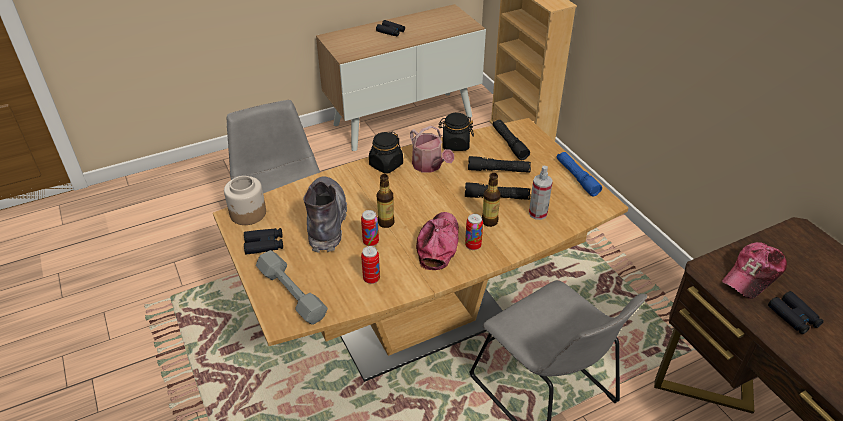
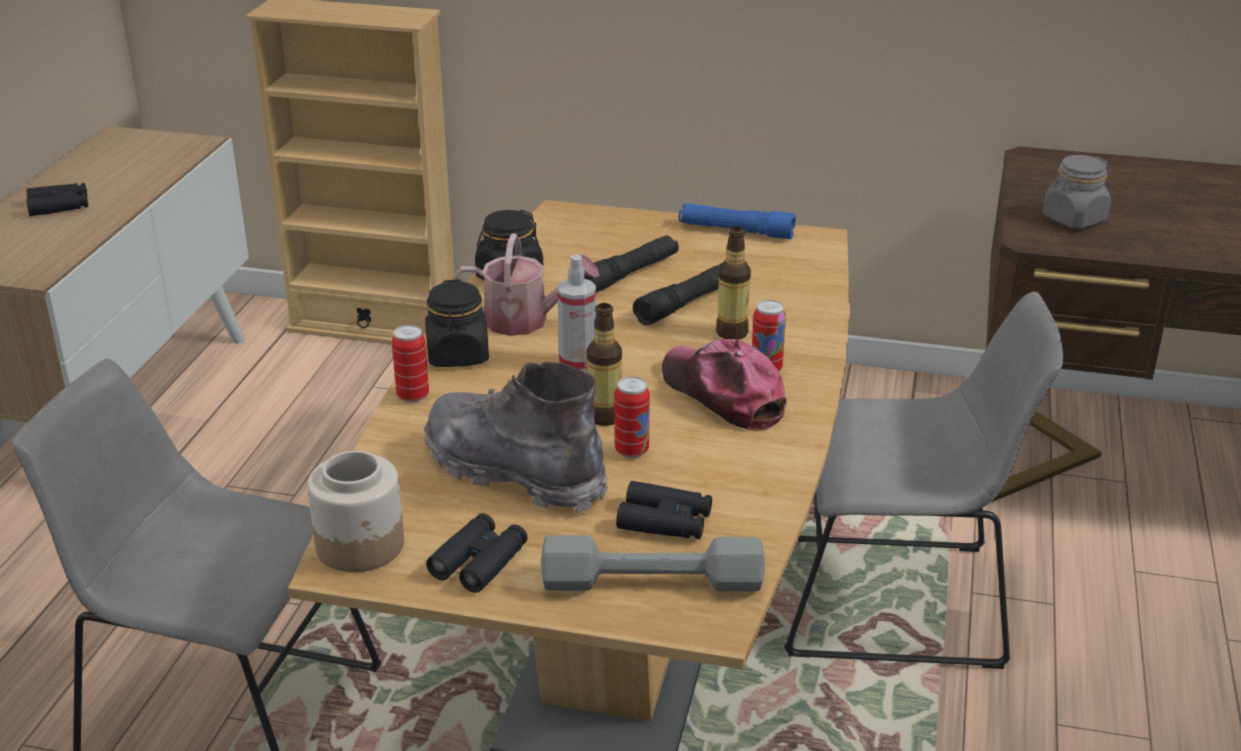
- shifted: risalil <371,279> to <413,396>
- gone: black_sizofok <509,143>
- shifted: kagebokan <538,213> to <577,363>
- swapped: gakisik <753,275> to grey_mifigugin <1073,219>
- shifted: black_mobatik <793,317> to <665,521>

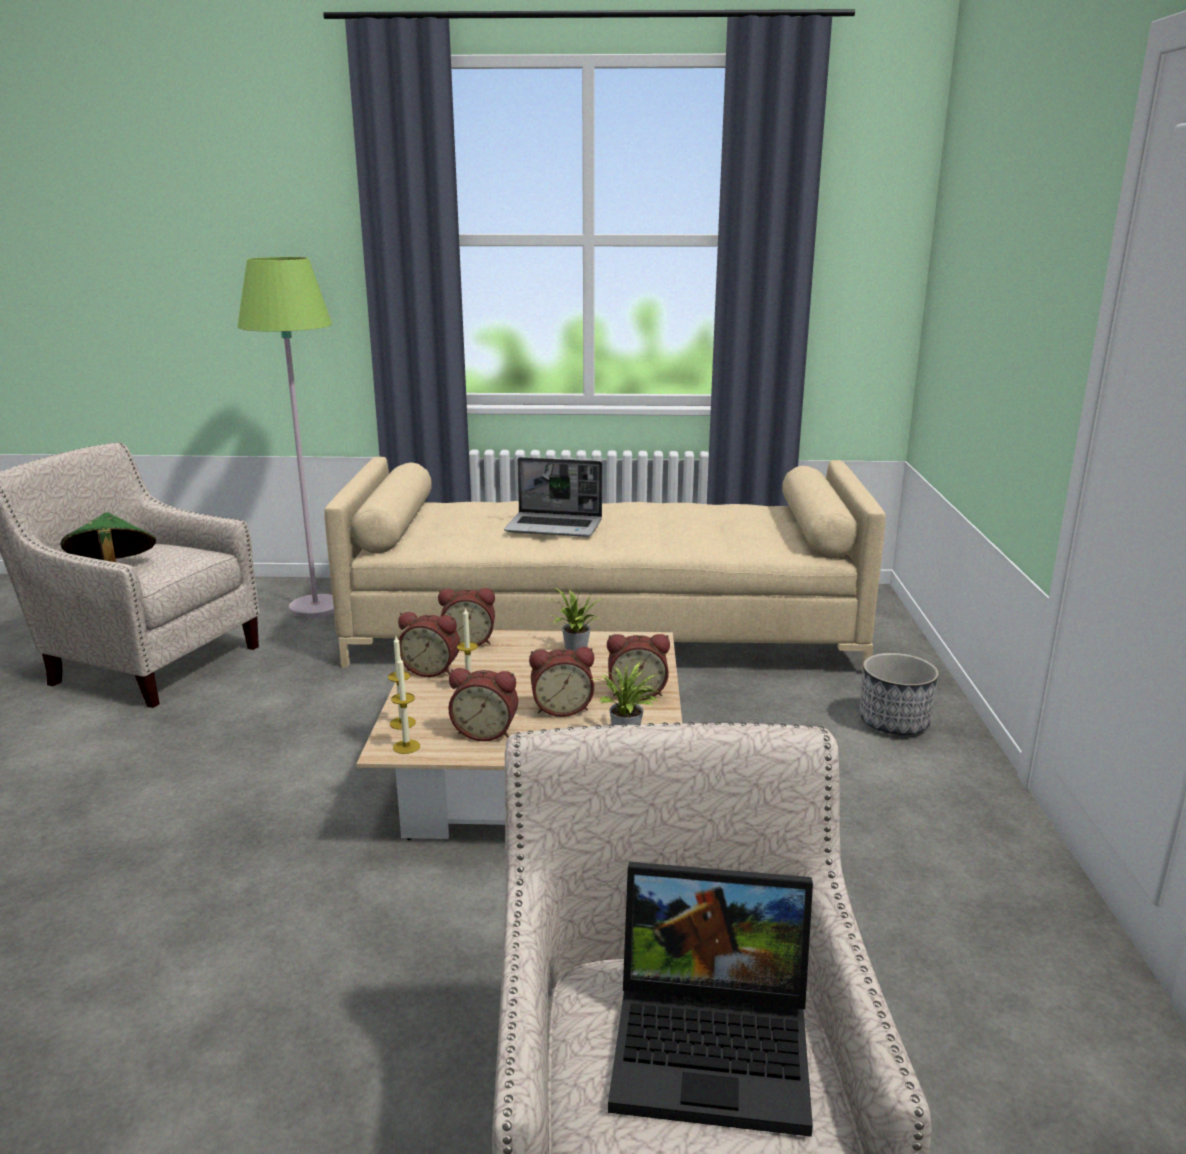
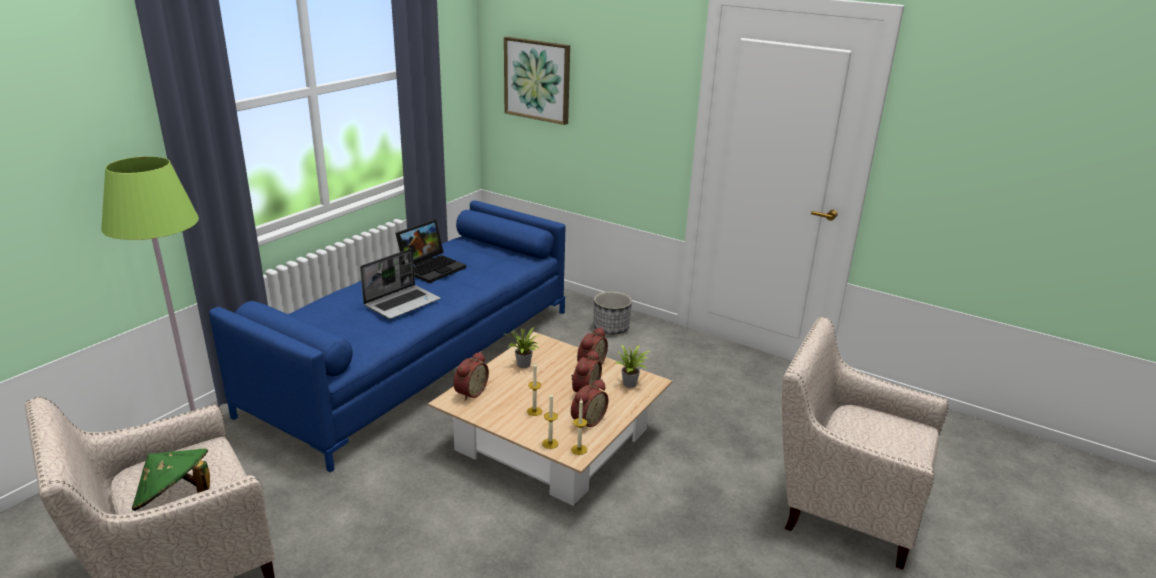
- repainted: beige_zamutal <605,630> to blue_zamutal <418,359>
- gone: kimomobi <431,669>
- shifted: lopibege <716,1045> to <432,268>
- new: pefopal <537,80>

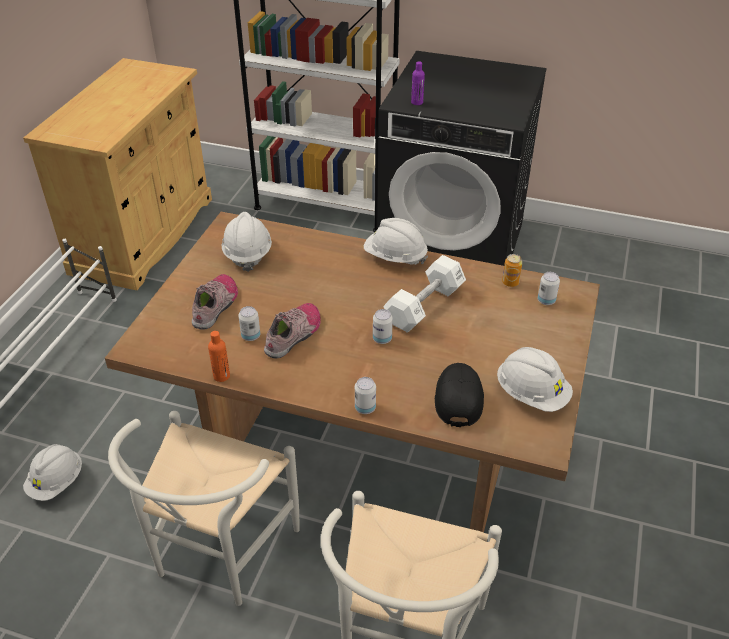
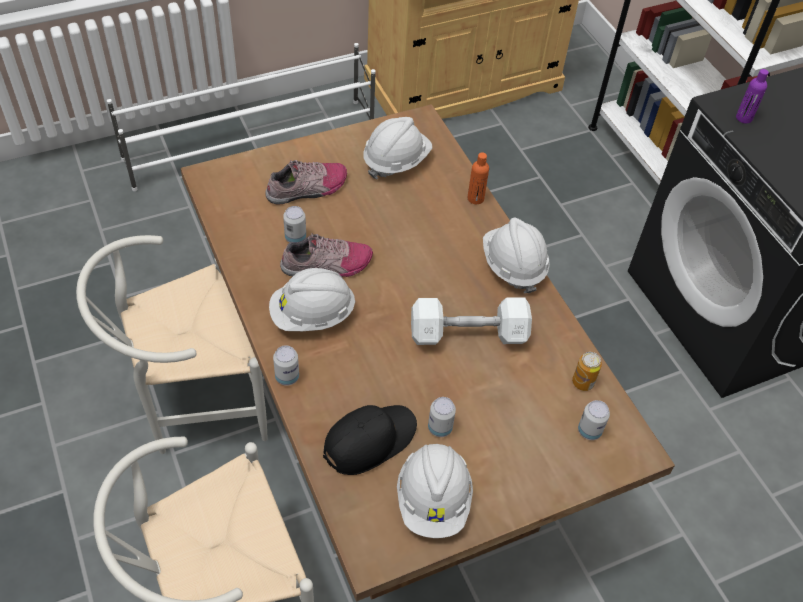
- shifted: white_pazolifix <57,482> to <312,315>
- shifted: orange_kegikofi <221,376> to <475,198>
- shifted: risalil <382,339> to <440,428>

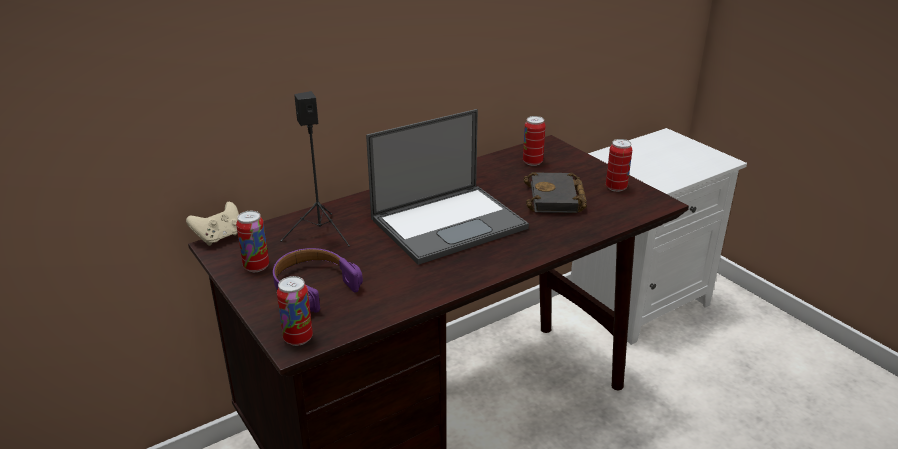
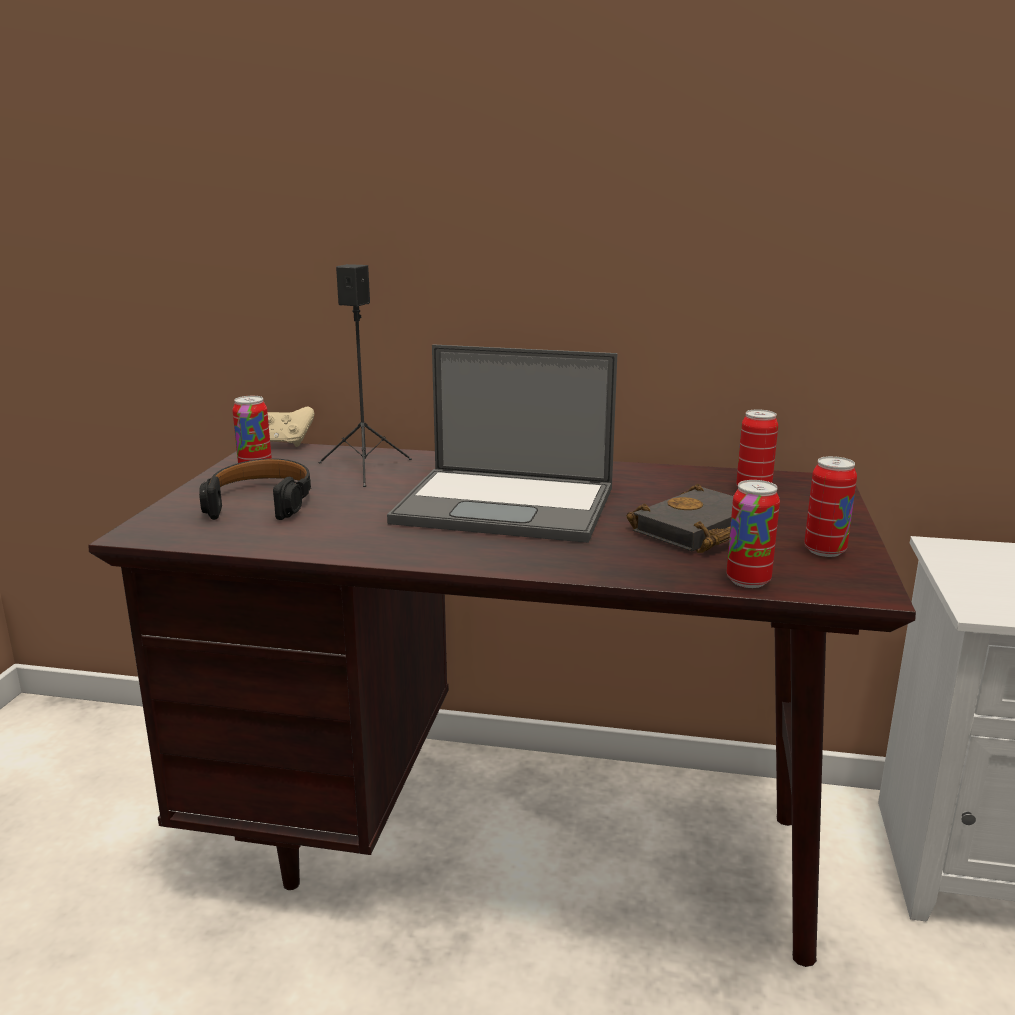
- repainted: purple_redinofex <314,286> to black_redinofex <261,502>
- shifted: risalil <298,338> to <748,581>

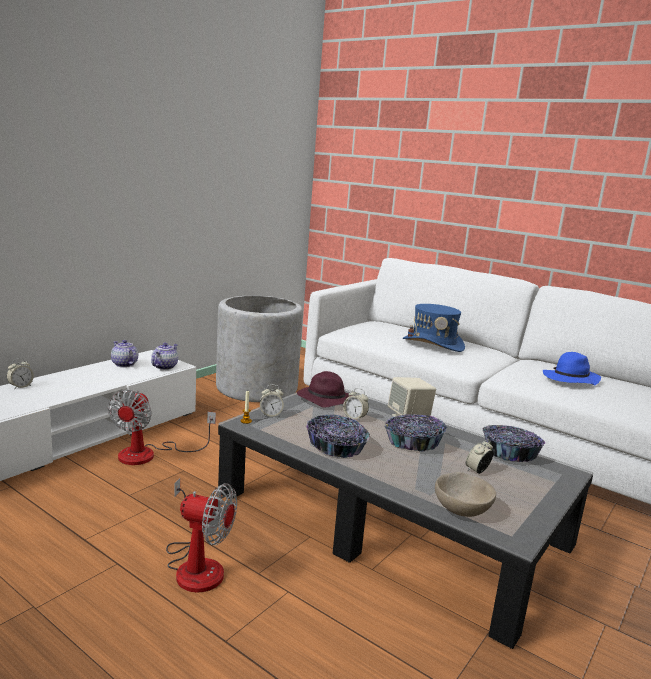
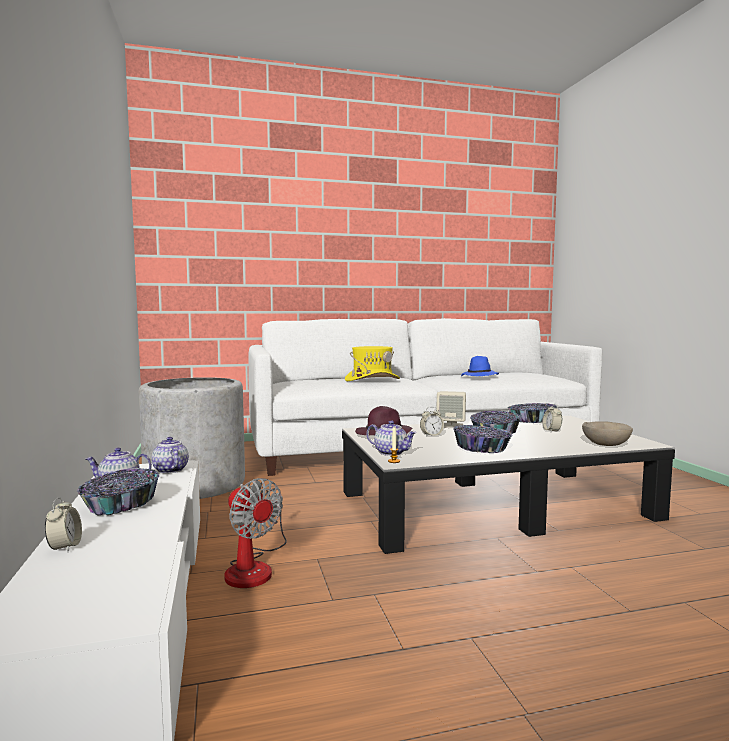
- gone: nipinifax <196,564>
- swapped: kimomobi <270,415> to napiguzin <391,452>
- repainted: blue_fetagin <433,344> to yellow_fetagin <372,380>
- new: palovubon <120,505>

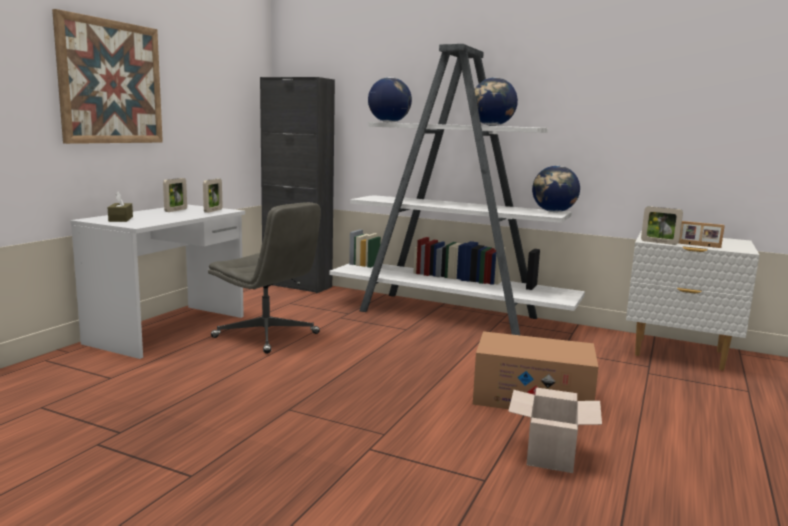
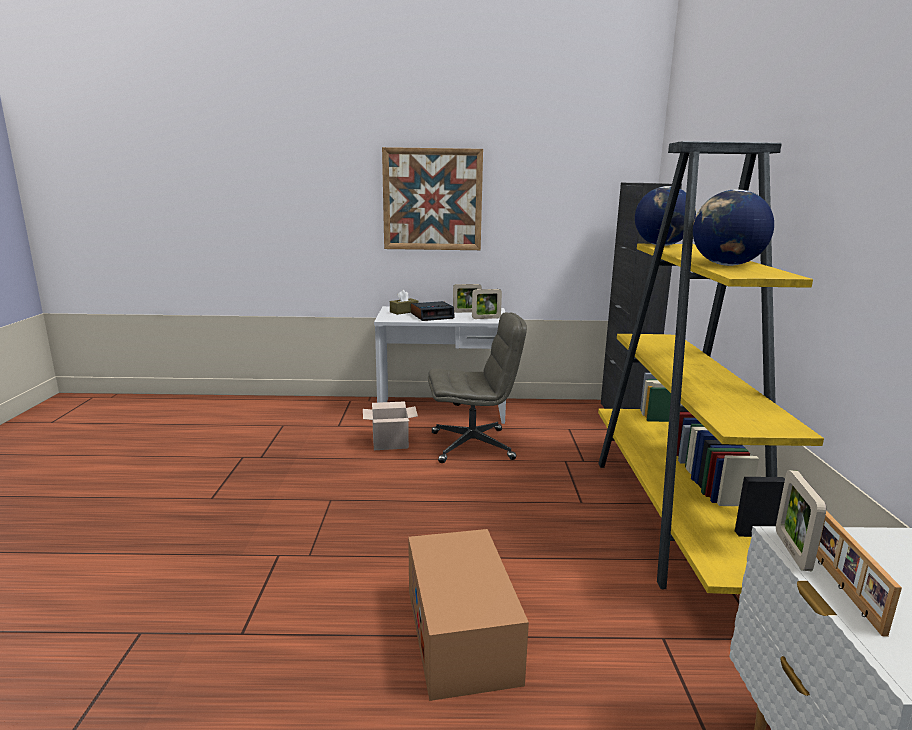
- rotated: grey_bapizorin <267,336> = <473,445> 105 degrees counterclockwise
- repainted: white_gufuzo <451,315> to yellow_gufuzo <675,518>
- shifted: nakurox <549,454> to <391,443>
- gone: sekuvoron <553,212>
- new: kimomobi <432,316>

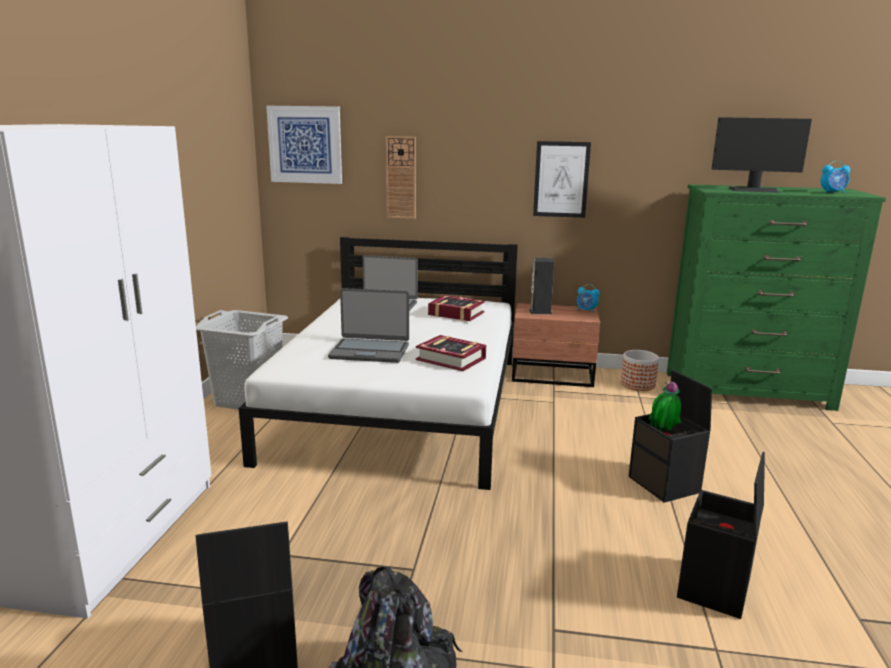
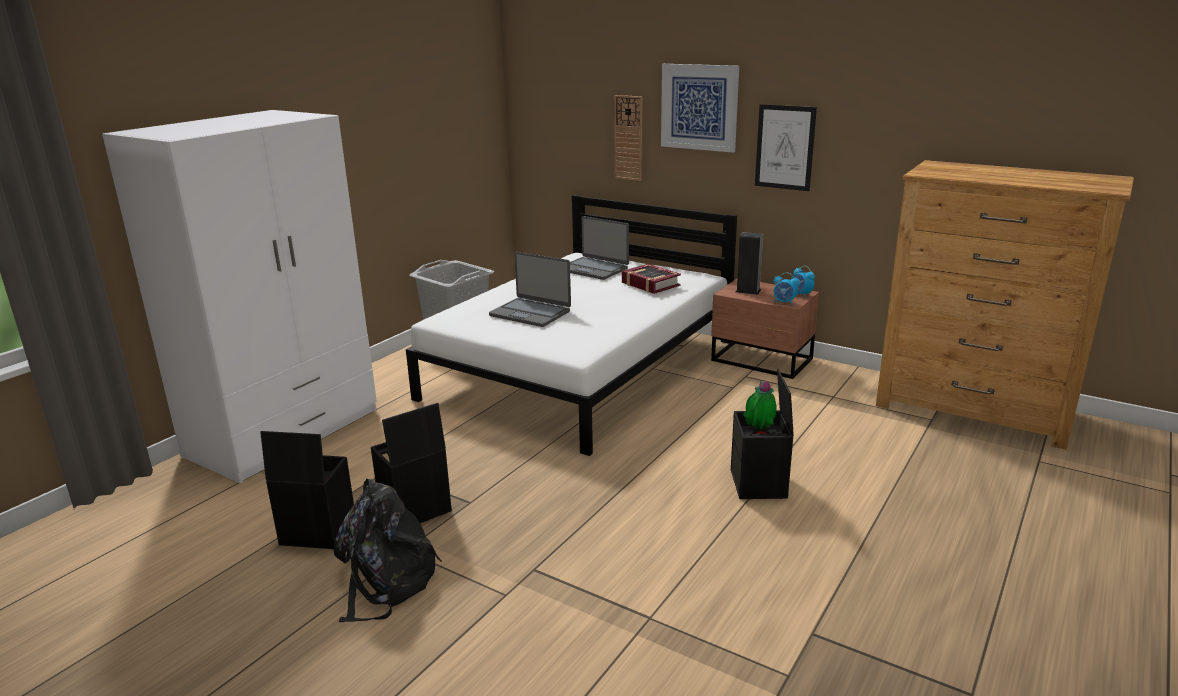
- shifted: pefopal <305,144> to <699,107>
- gone: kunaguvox <451,359>
- gone: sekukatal <638,384>
- repainted: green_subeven <747,391> to brown_subeven <974,410>
- shifted: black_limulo <715,589> to <414,511>
- gone: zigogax <754,190>
- shifted: kimomobi <833,193> to <784,302>

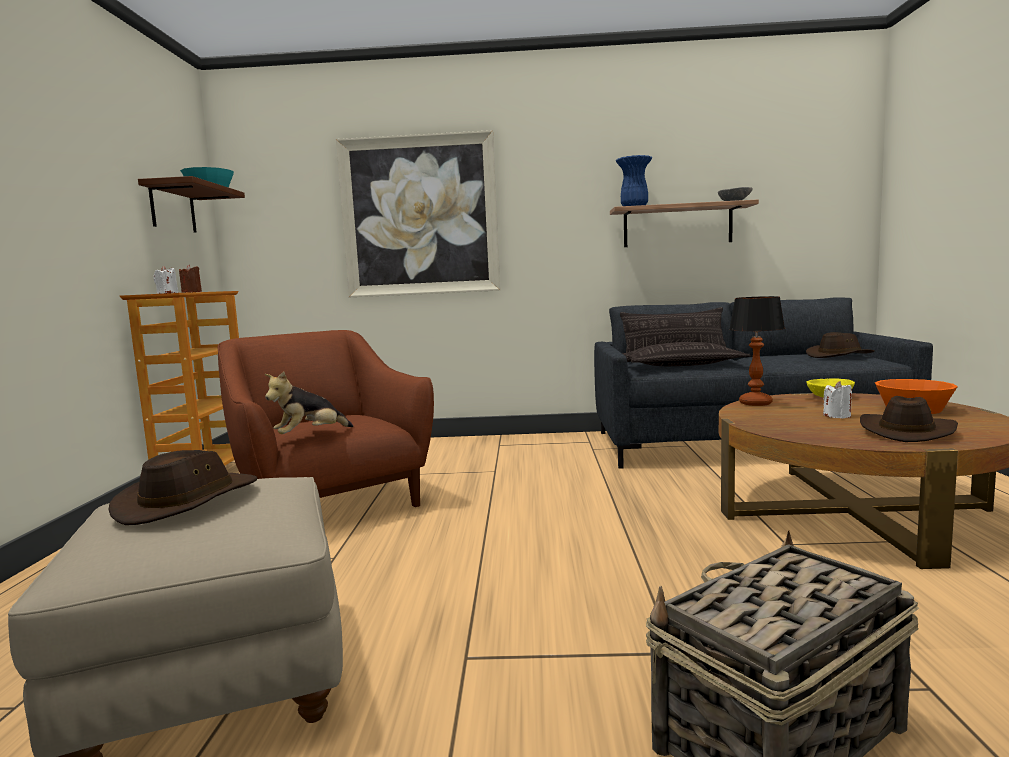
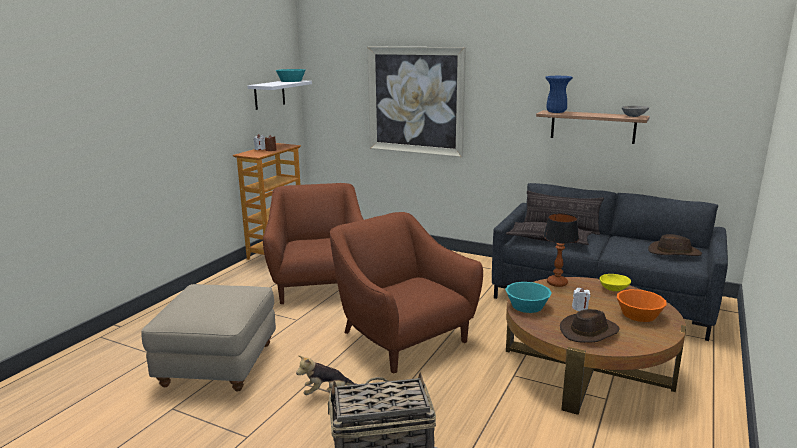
- gone: brown_fetagin <188,501>
- repainted: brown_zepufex <173,208> to white_zepufex <269,94>
- shifted: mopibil <310,435> to <327,393>
- new: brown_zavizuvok <402,337>
- new: turquoise_palovubon <527,305>

